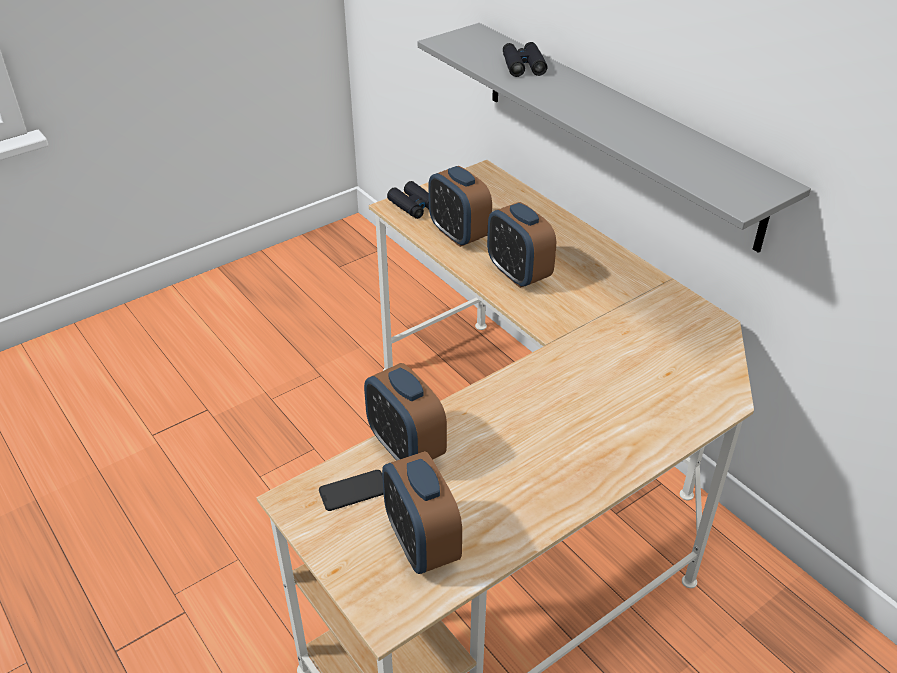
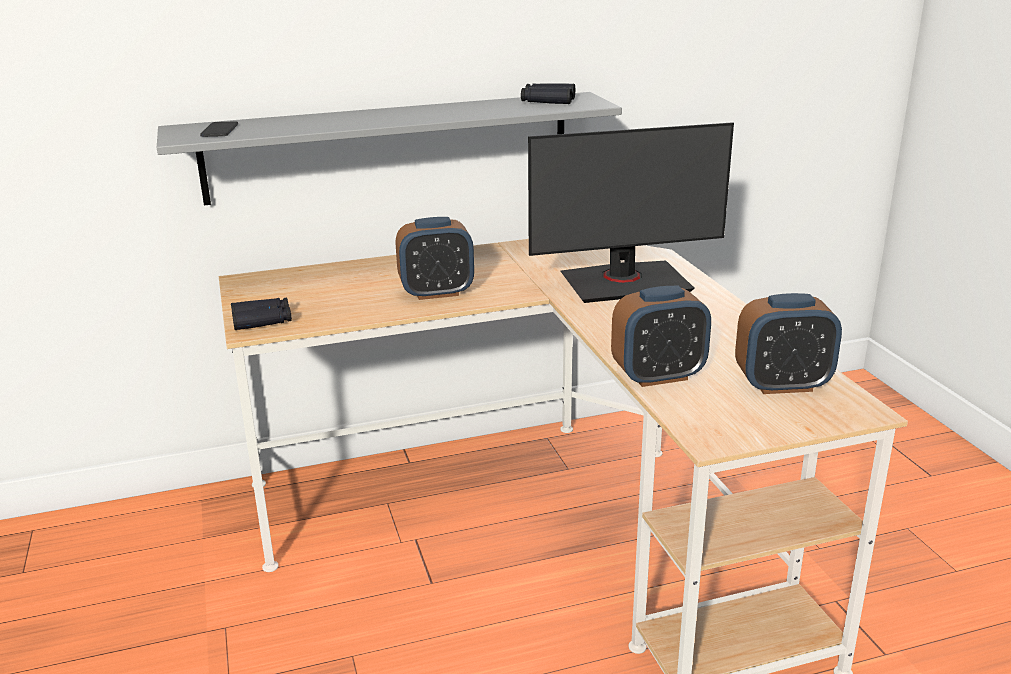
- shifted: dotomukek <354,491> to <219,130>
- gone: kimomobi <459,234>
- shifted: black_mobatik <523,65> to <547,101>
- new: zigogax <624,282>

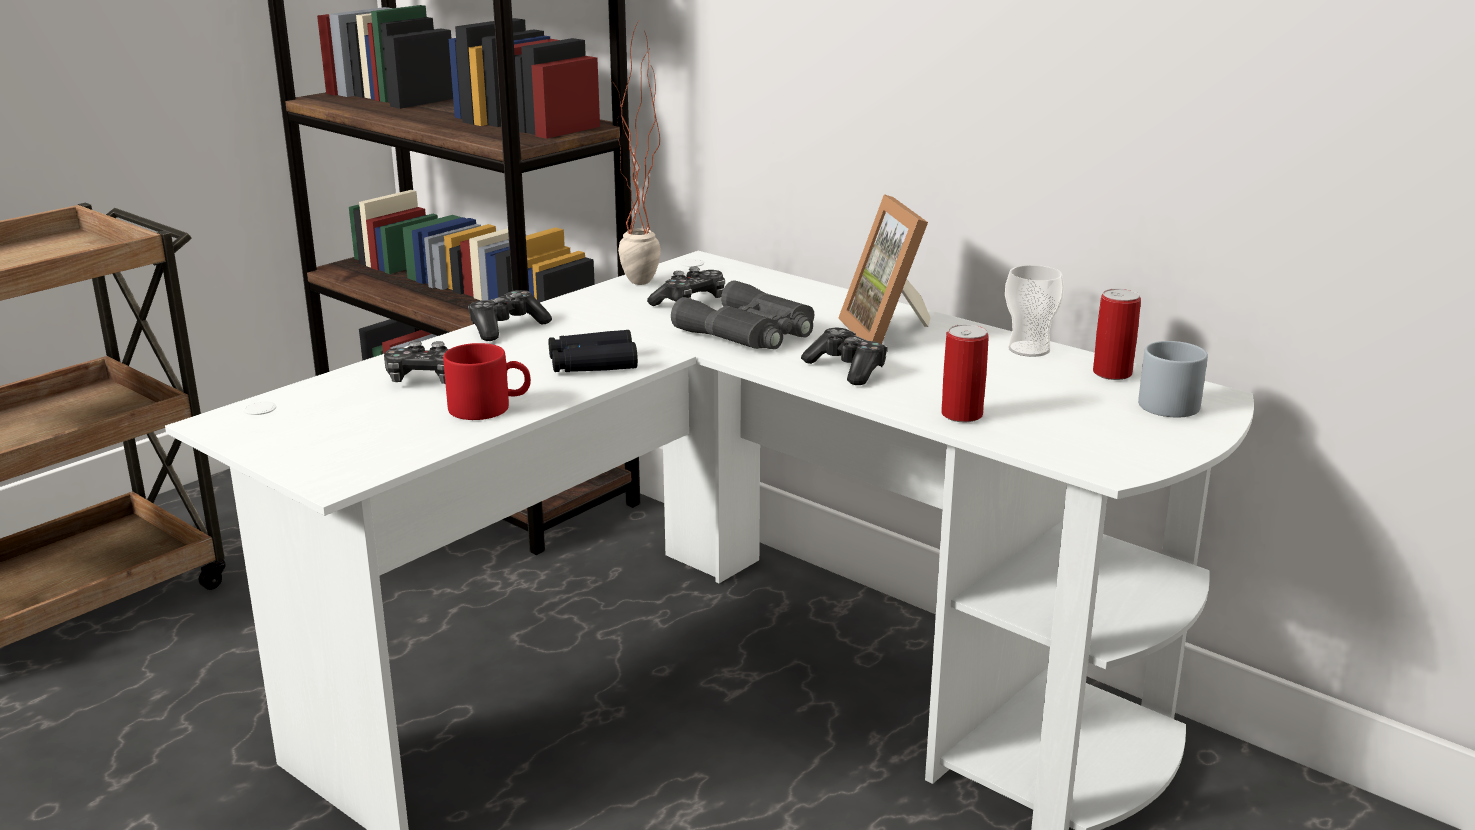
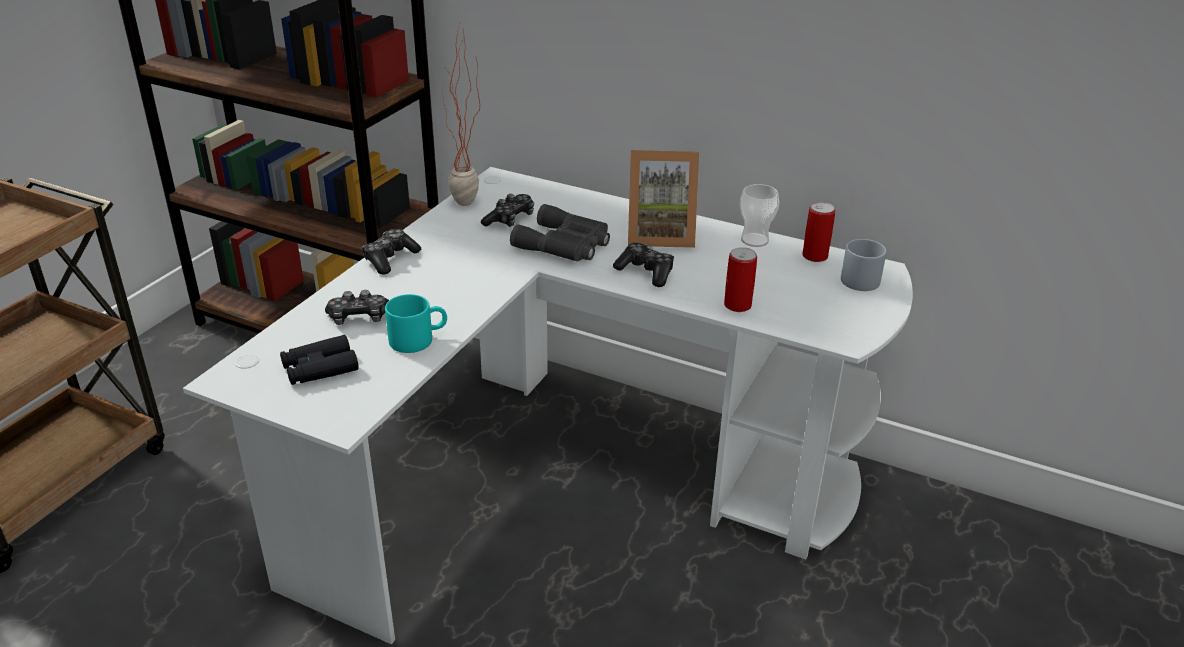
- repainted: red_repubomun <490,407> to turquoise_repubomun <418,339>
- shifted: black_mobatik <592,363> to <320,368>
- rotated: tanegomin <891,333> = <660,235> 60 degrees counterclockwise

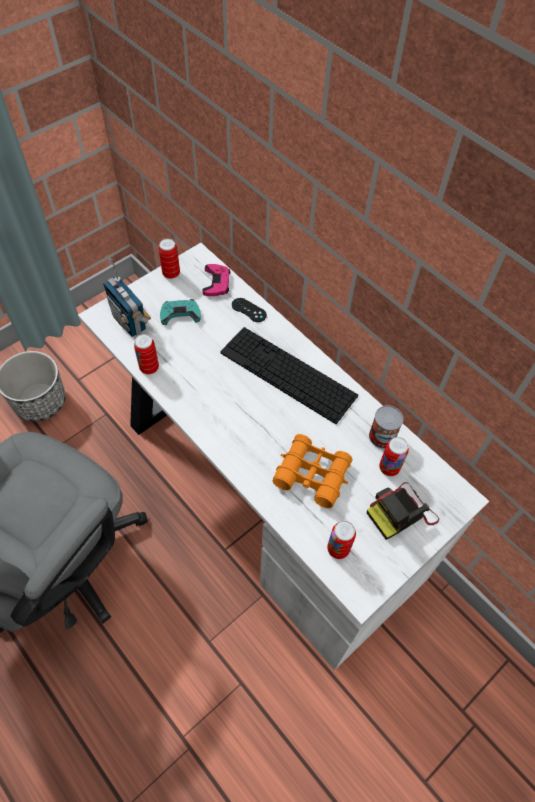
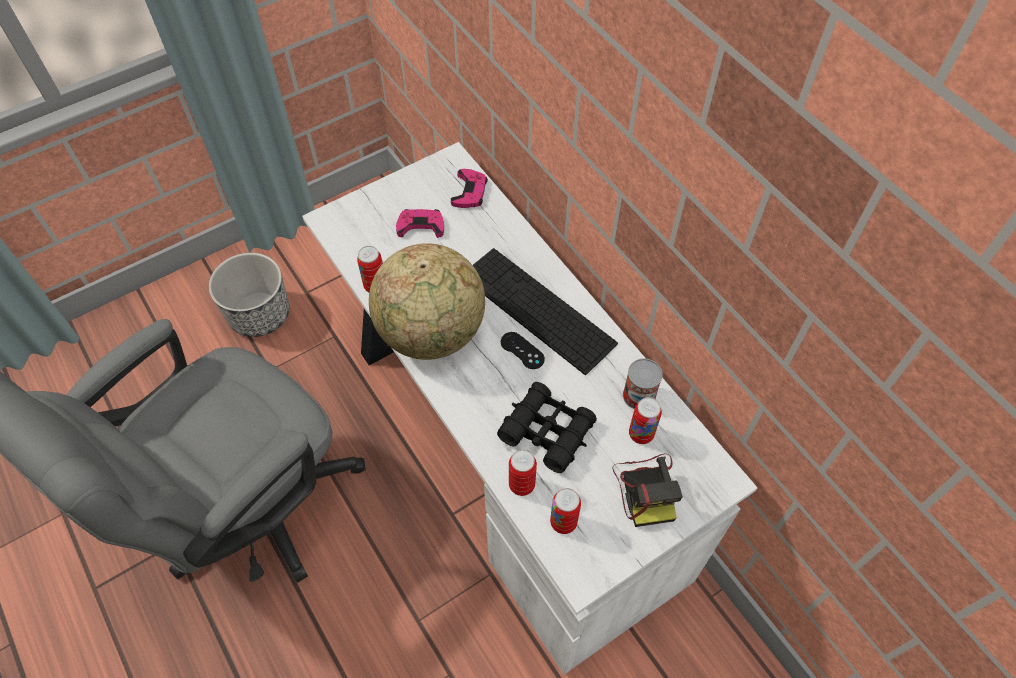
- gone: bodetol <130,322>
- shifted: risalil <171,273> to <521,484>
- repainted: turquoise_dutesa <180,314> to pink_dutesa <421,226>
- shifted: black_dutesa <249,310> to <522,350>
- repainted: orange_mobatik <312,474> to black_mobatik <547,431>
- rotated: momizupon <401,513> = <646,489> 75 degrees counterclockwise
- new: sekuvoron <432,332>

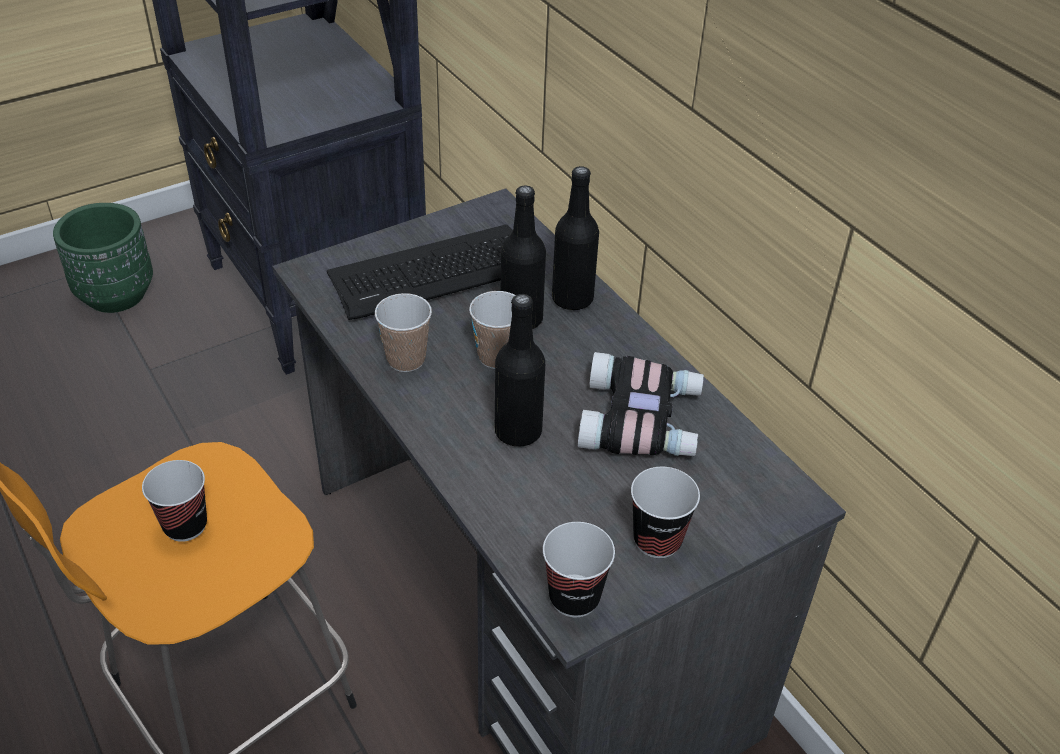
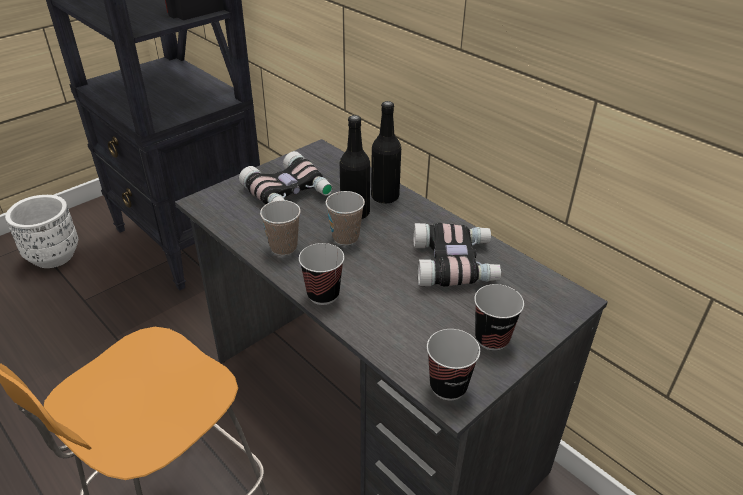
- repainted: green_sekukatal <116,295> to white_sekukatal <53,256>
- shifted: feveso <185,525> to <323,294>
- swapped: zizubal <434,273> to mobatik <289,193>
- gone: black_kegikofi <518,431>

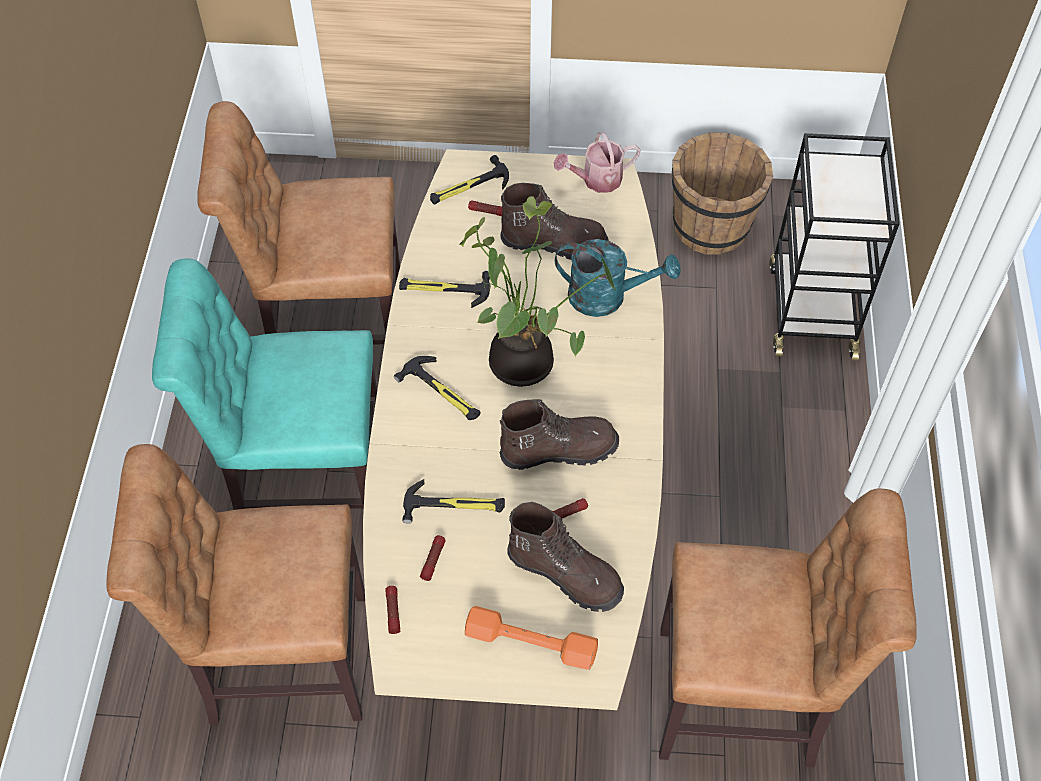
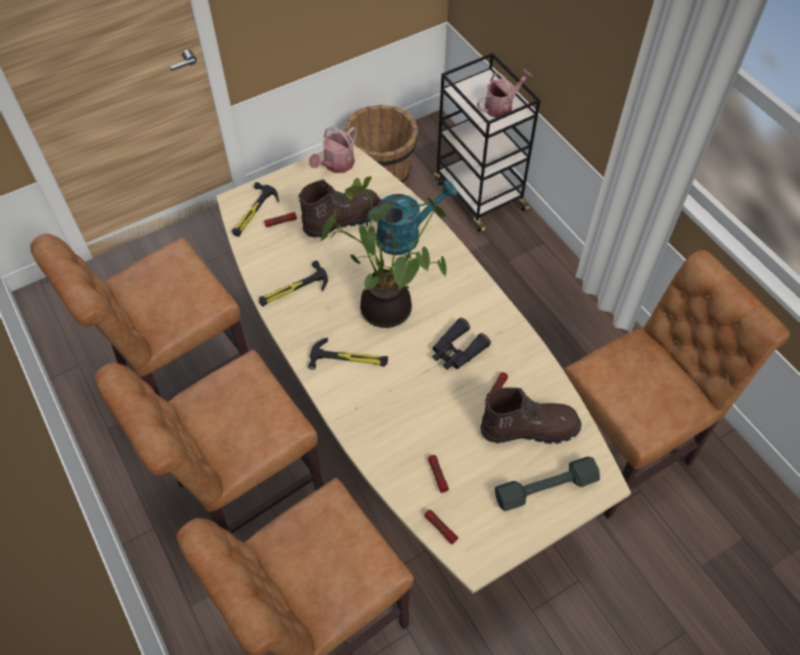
- repainted: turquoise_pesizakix <303,485> to brown_pesizakix <243,493>
- gone: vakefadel <454,505>
- repainted: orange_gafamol <530,643> to grey_gafamol <545,488>
- swapped: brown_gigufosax <558,449> to black_mobatik <457,351>
- new: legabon <501,106>

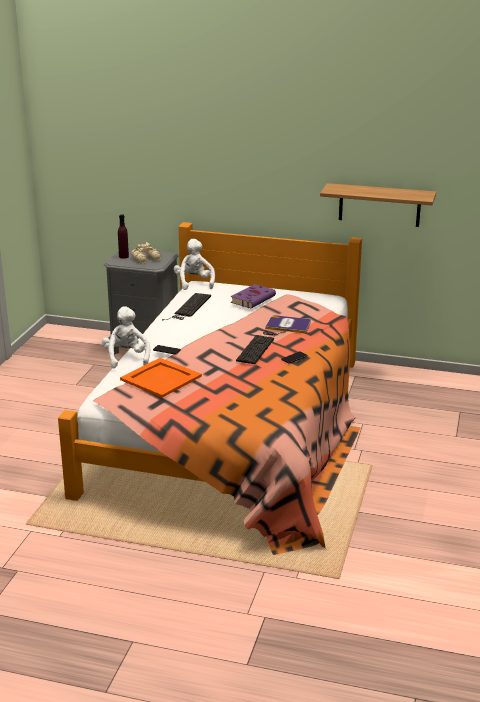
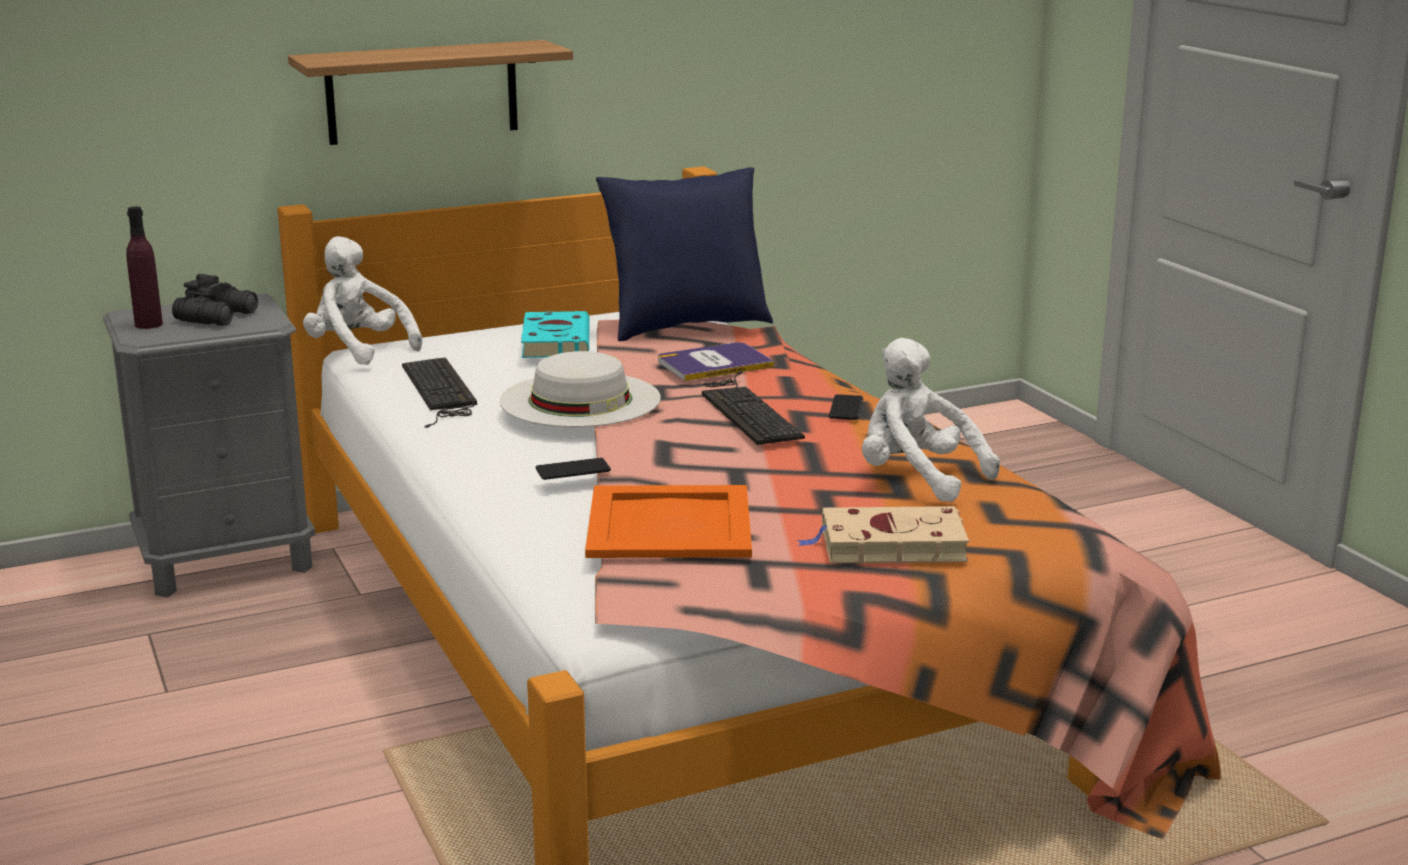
- shifted: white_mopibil <126,358> to <916,478>
- repainted: beige_mobatik <147,259> to black_mobatik <219,317>
- repainted: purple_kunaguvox <253,299> to turquoise_kunaguvox <555,341>
- shifted: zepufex <379,205> to <422,92>
- new: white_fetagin <580,399>
- new: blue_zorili <686,326>
- new: beige_kunaguvox <888,545>

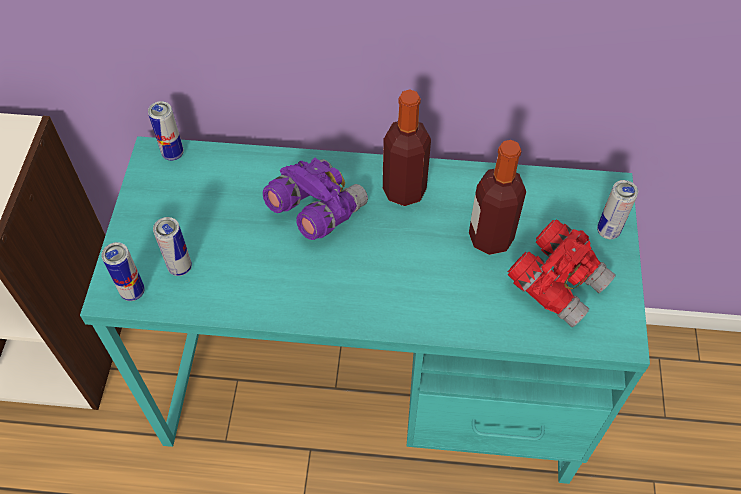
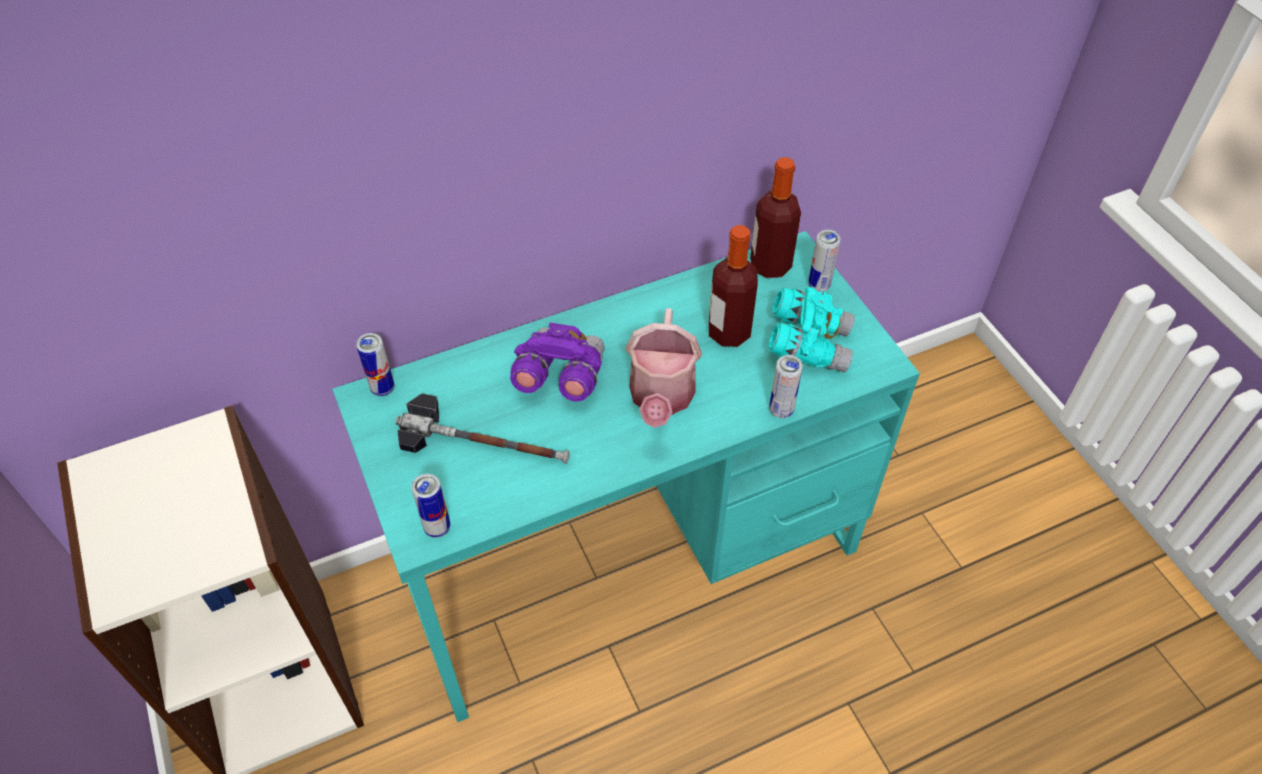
- shifted: risalil <180,267> to <781,410>
- shifted: kegikofi <404,190> to <770,265>
- repainted: red_mobatik <557,283> to turquoise_mobatik <808,344>
- new: vakefadel <484,442>
- new: legabon <661,398>

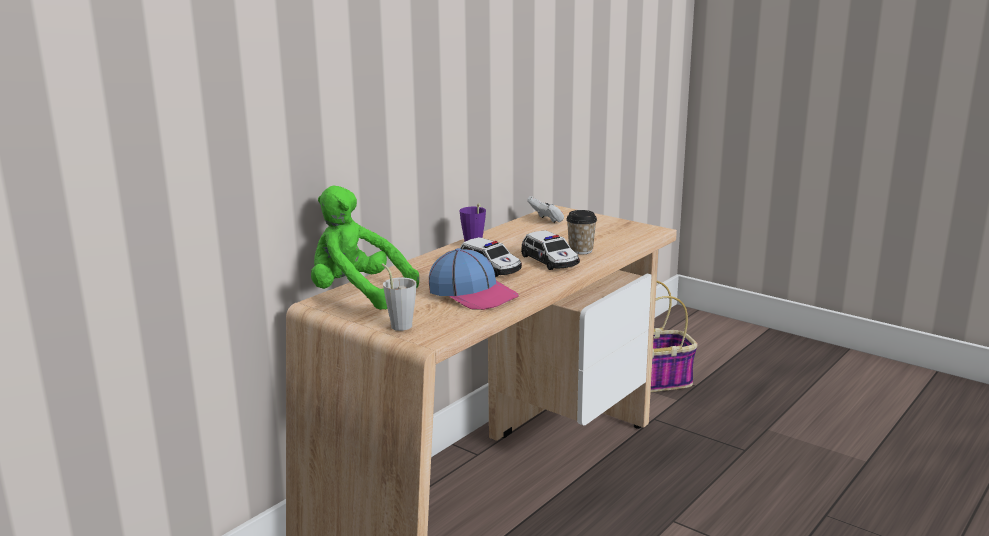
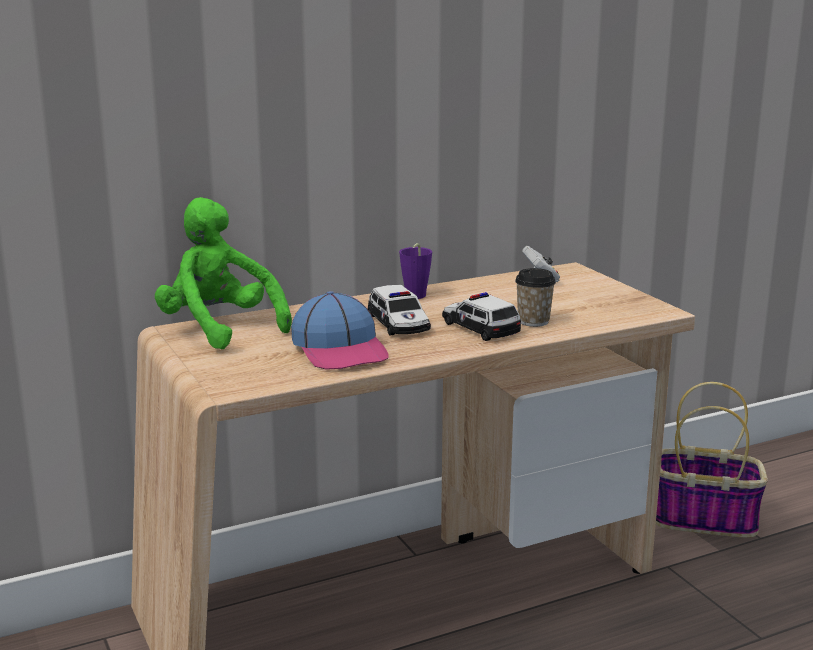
- gone: grey_feveso <399,324>
- rotated: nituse <550,261> = <480,327> 150 degrees clockwise

